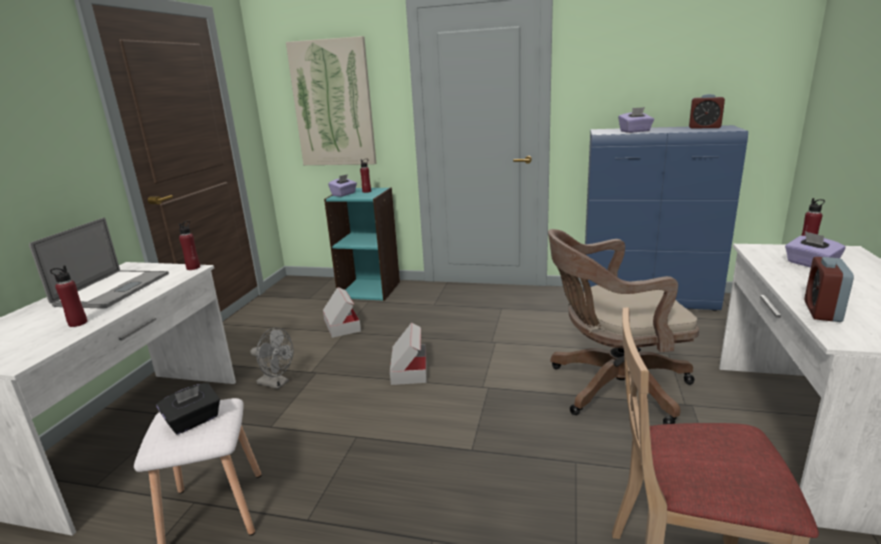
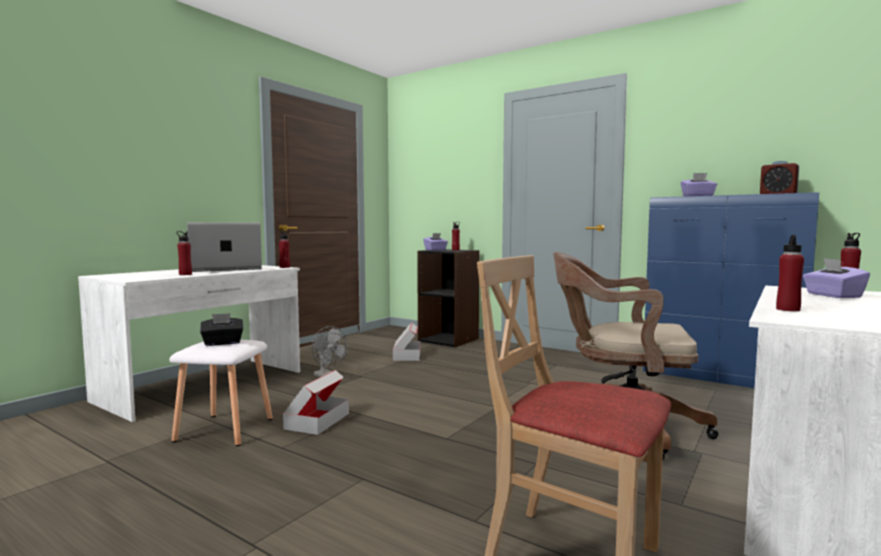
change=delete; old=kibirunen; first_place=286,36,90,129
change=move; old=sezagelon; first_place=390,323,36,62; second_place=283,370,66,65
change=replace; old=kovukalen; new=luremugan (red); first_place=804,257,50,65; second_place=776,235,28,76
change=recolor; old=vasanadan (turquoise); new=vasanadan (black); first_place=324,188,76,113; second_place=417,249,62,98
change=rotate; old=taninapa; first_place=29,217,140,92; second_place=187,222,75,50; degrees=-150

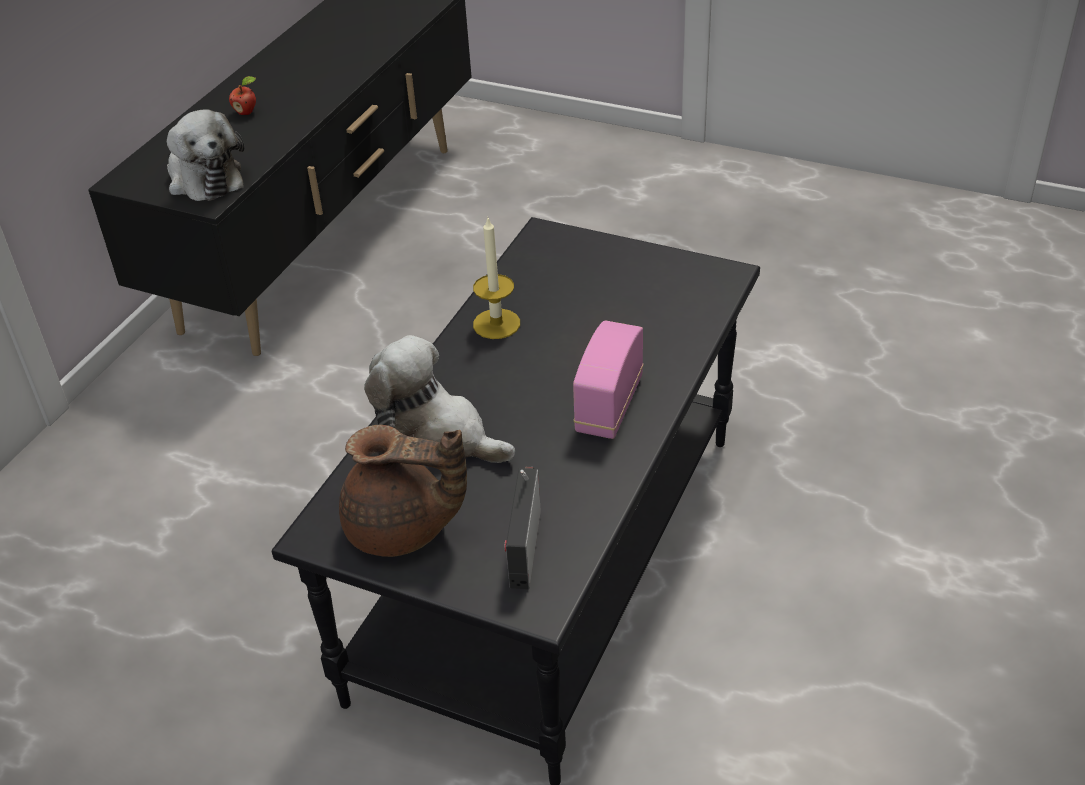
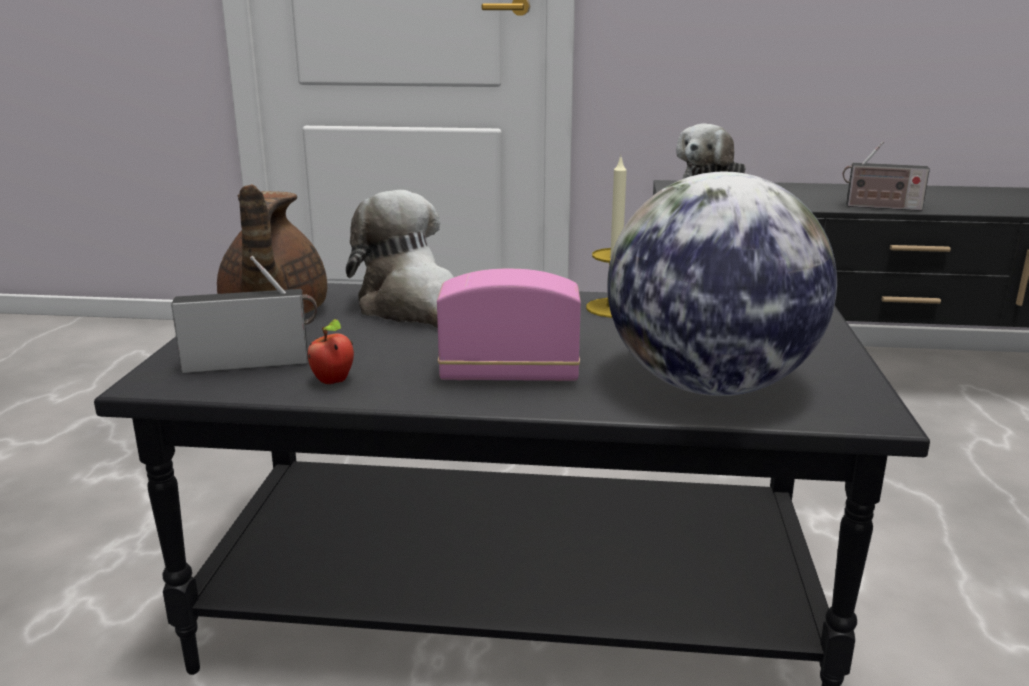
change=insert; new=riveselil; second_place=607,172,230,224
change=insert; new=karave; second_place=843,141,87,70
change=move; old=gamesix; first_place=229,76,27,39; second_place=308,319,46,65
change=rotate; old=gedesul; first_place=364,335,151,128; second_place=346,190,108,139; degrees=-45

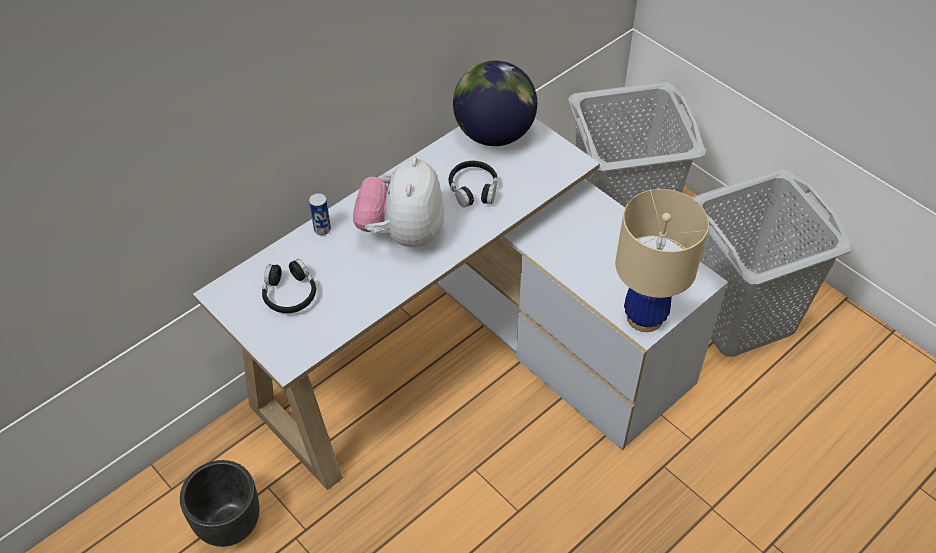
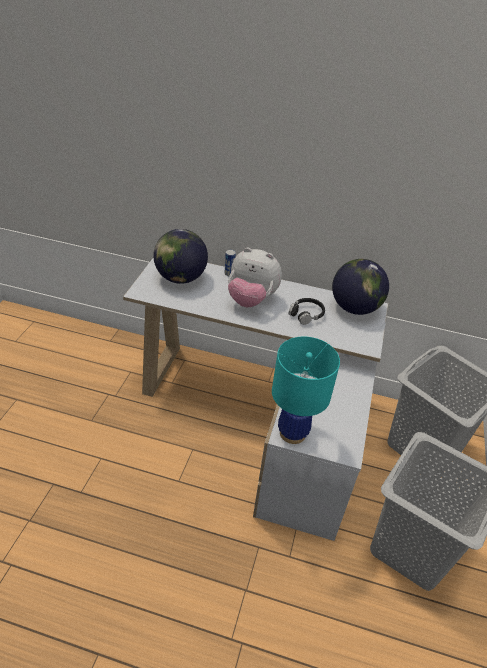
change=delete; old=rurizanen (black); first_place=180,460,80,87
change=replace; old=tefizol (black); new=riveselil; first_place=262,259,54,54; second_place=153,229,55,55
change=recolor; old=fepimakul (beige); new=fepimakul (turquoise); first_place=615,189,94,143; second_place=272,337,68,107
change=rotate; old=gedesul; first_place=353,157,91,90; second_place=228,247,54,60; degrees=-135

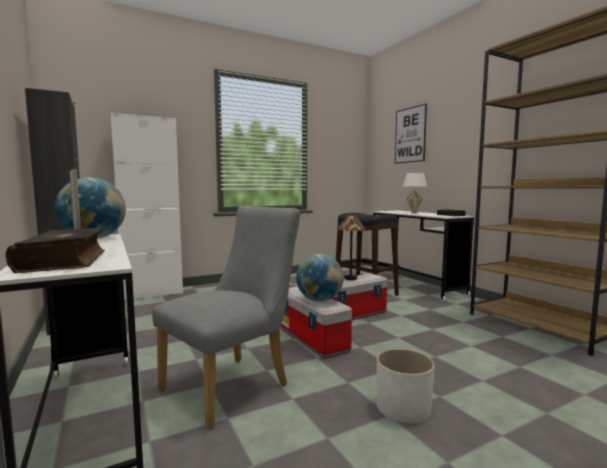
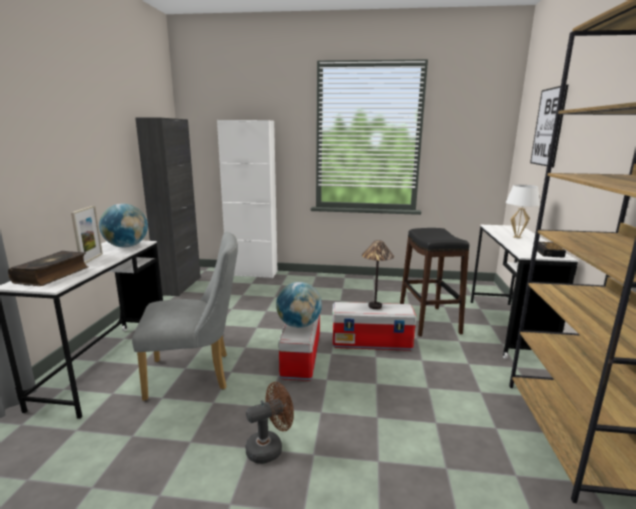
change=replace; old=rurizanen (white); new=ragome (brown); first_place=377,349,57,75; second_place=245,382,49,82

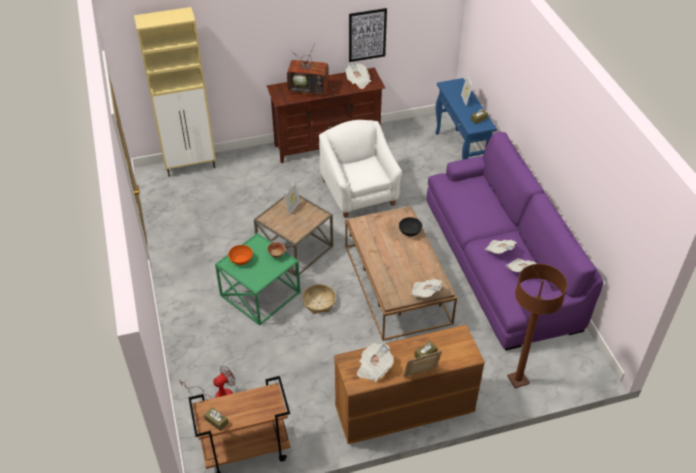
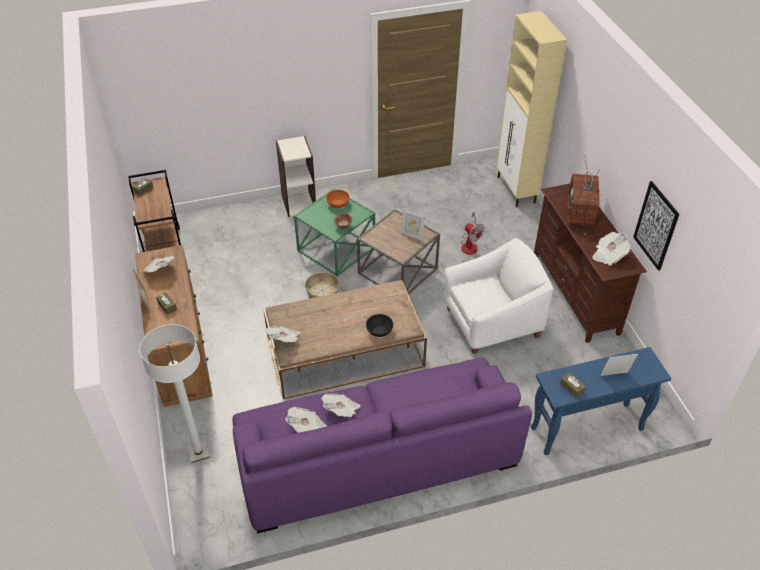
change=insert; new=vasanadan; second_place=276,136,40,81
change=move; old=ragome; first_place=179,366,57,35; second_place=461,212,23,43
change=recolor; old=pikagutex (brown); new=pikagutex (white); first_place=507,264,60,124; second_place=139,324,71,139

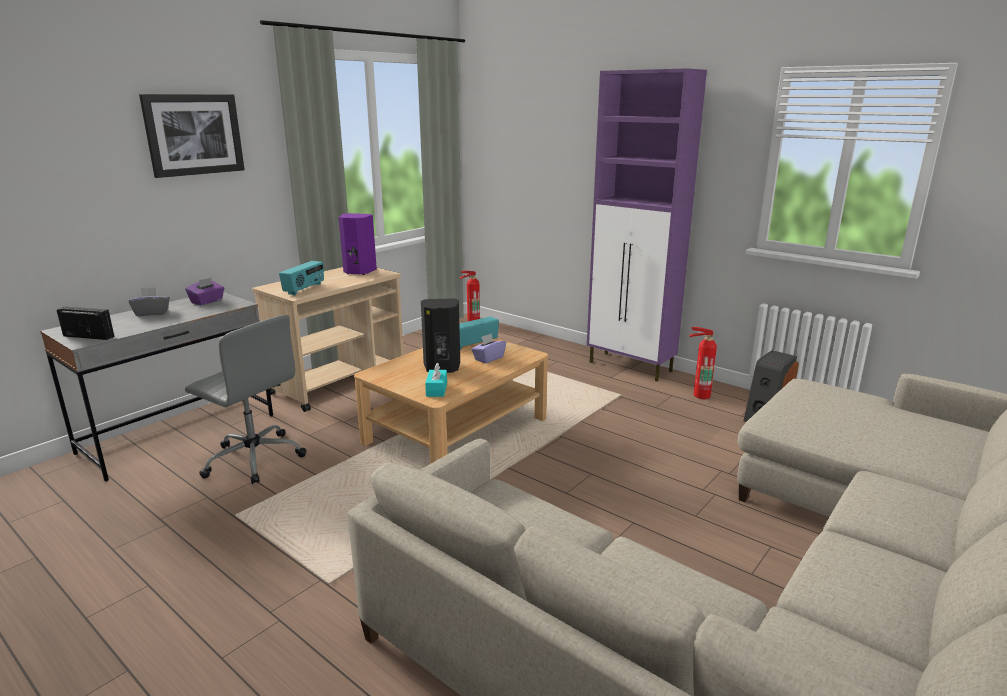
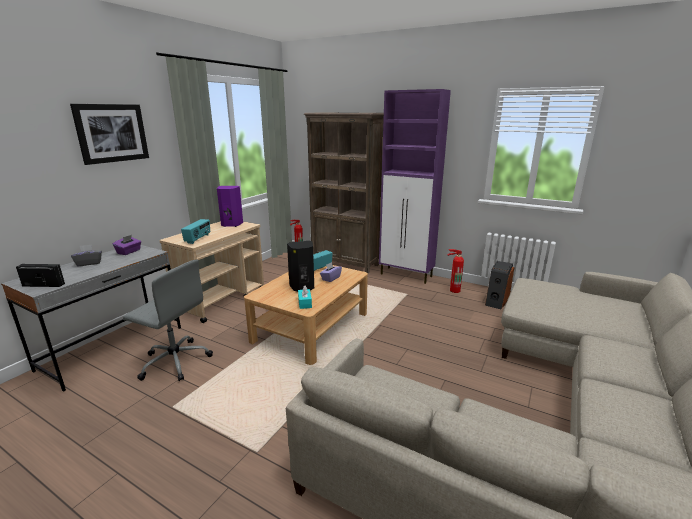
change=insert; new=vasanadan (brown); second_place=304,113,80,160

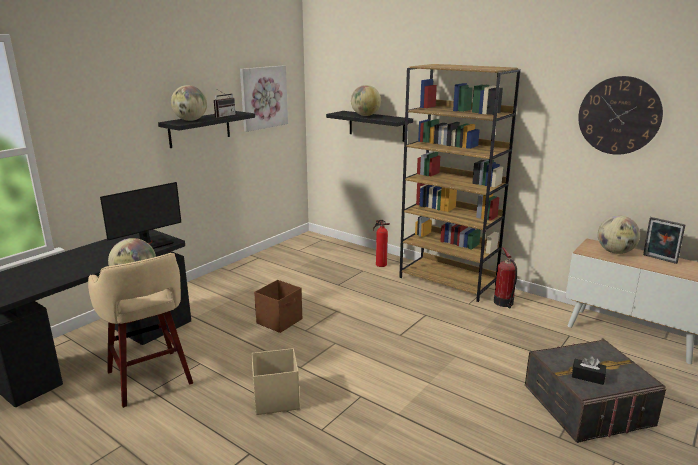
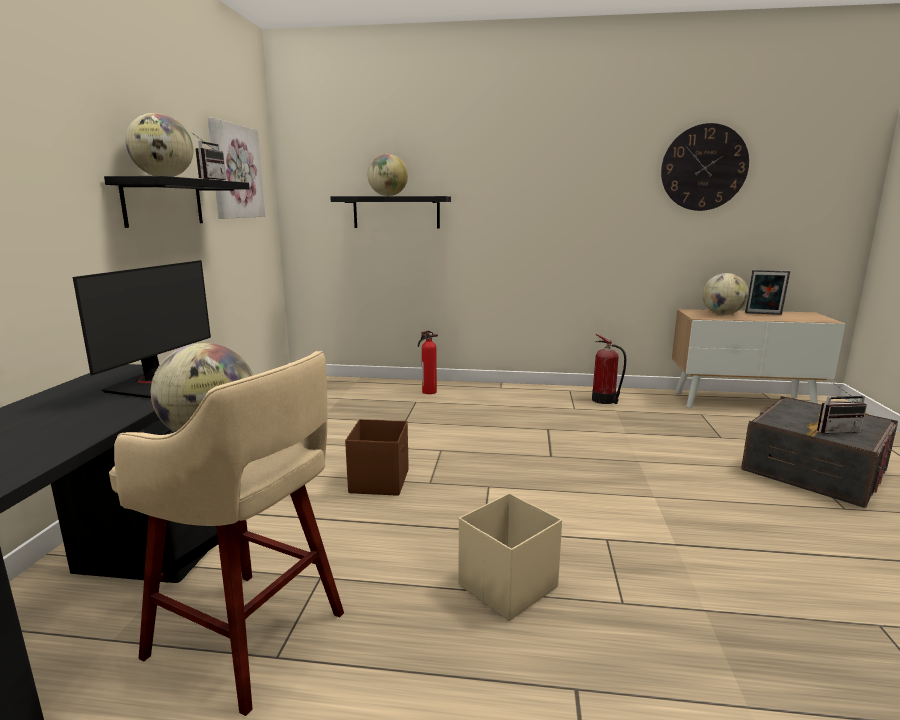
change=delete; old=vasanadan (brown); first_place=399,64,122,238
change=replace; old=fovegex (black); new=karave; first_place=572,356,34,29; second_place=817,382,50,52

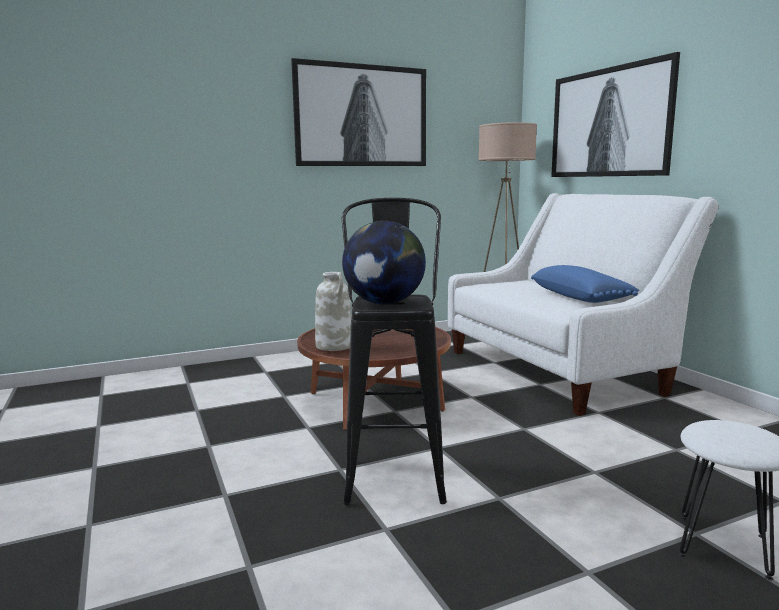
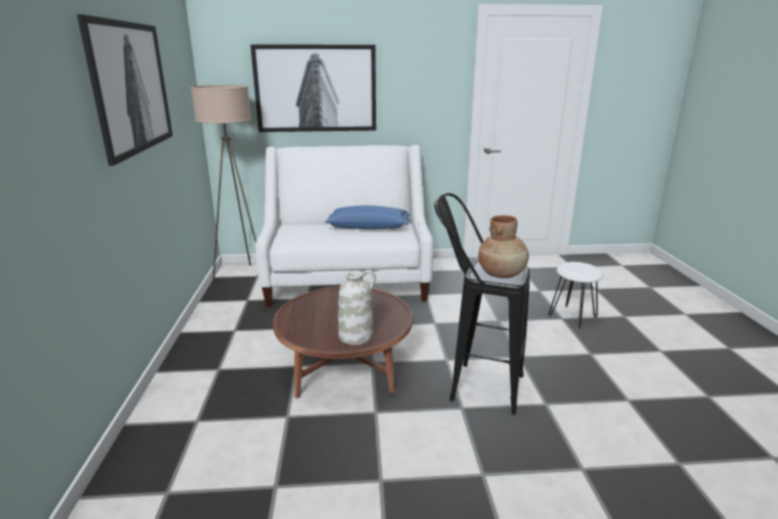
change=replace; old=riveselil; new=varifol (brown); first_place=342,221,84,83; second_place=478,215,51,63

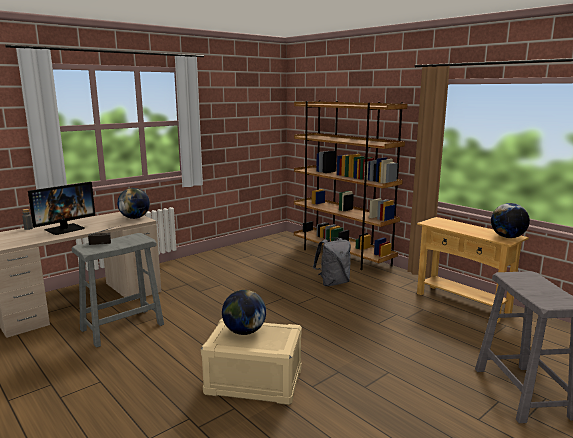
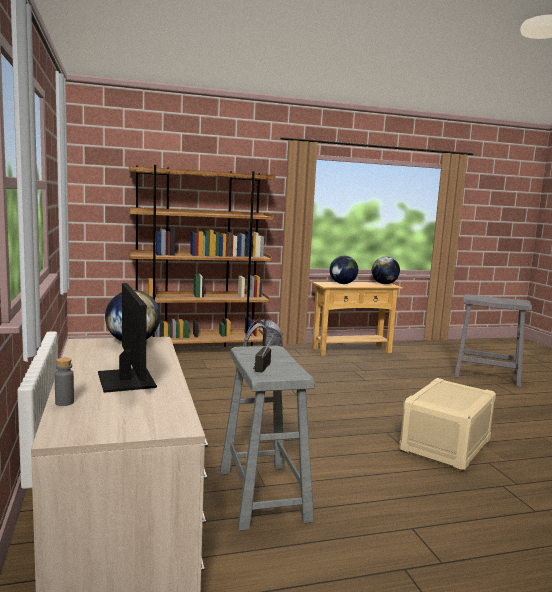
change=move; old=riveselil; first_place=222,290,44,45; second_place=330,256,28,28

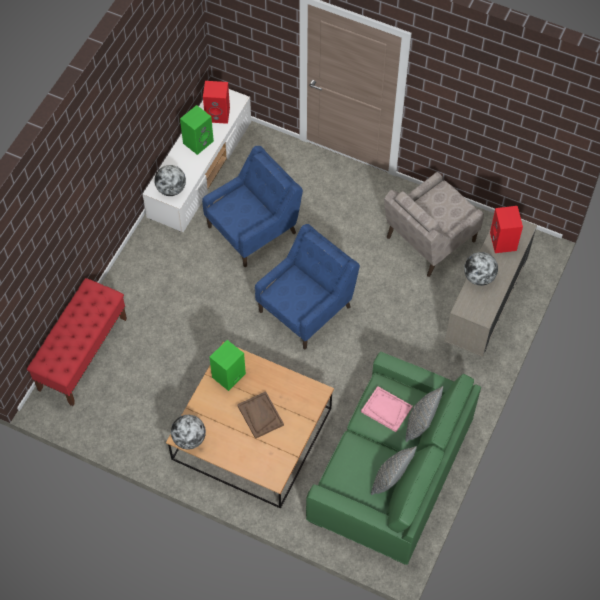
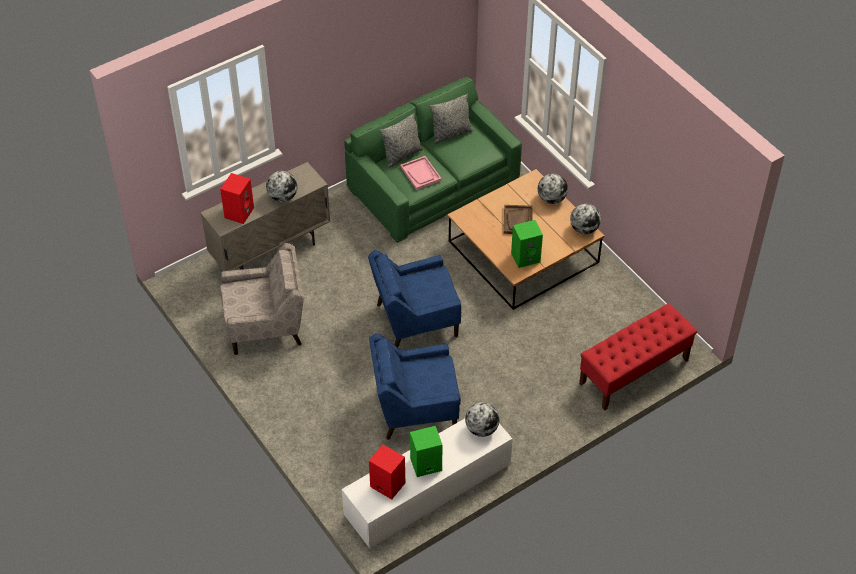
change=insert; new=riveselil; second_place=538,174,30,30

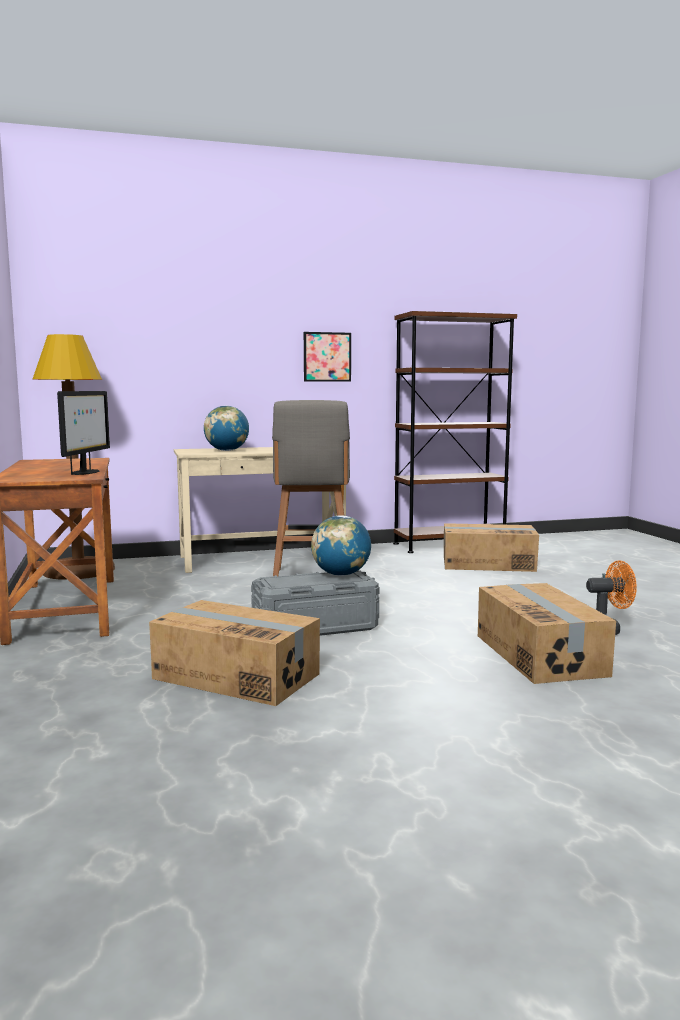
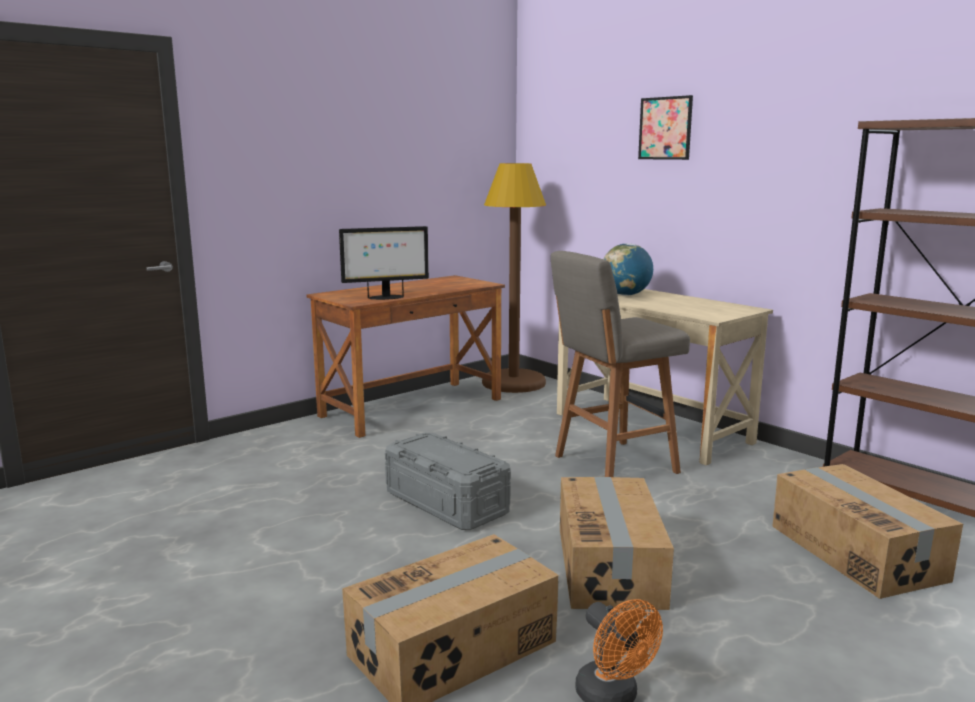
change=delete; old=riveselil; first_place=311,515,60,61
change=move; old=sezagelon; first_place=149,600,171,106; second_place=560,477,114,133
change=move; old=kibirunen; first_place=304,332,47,50; second_place=638,95,55,65

